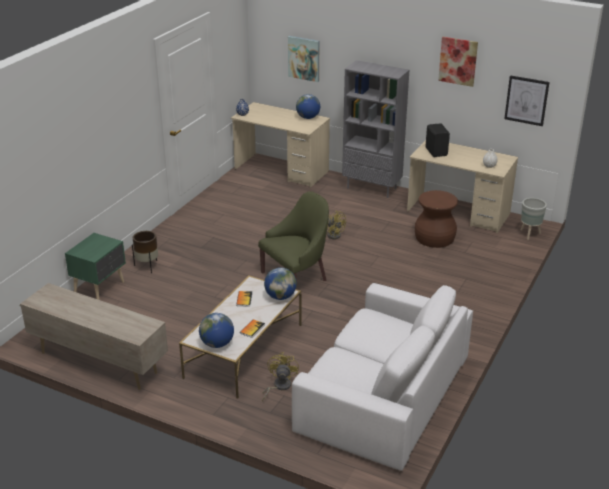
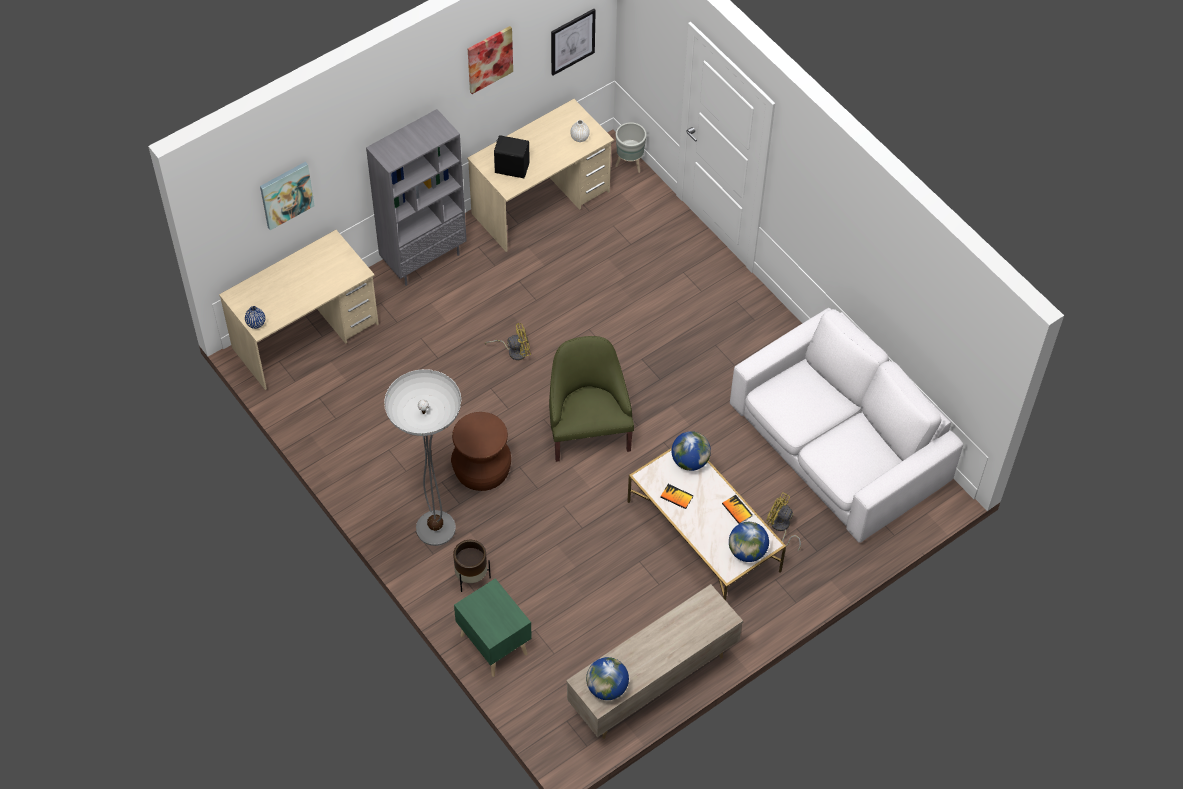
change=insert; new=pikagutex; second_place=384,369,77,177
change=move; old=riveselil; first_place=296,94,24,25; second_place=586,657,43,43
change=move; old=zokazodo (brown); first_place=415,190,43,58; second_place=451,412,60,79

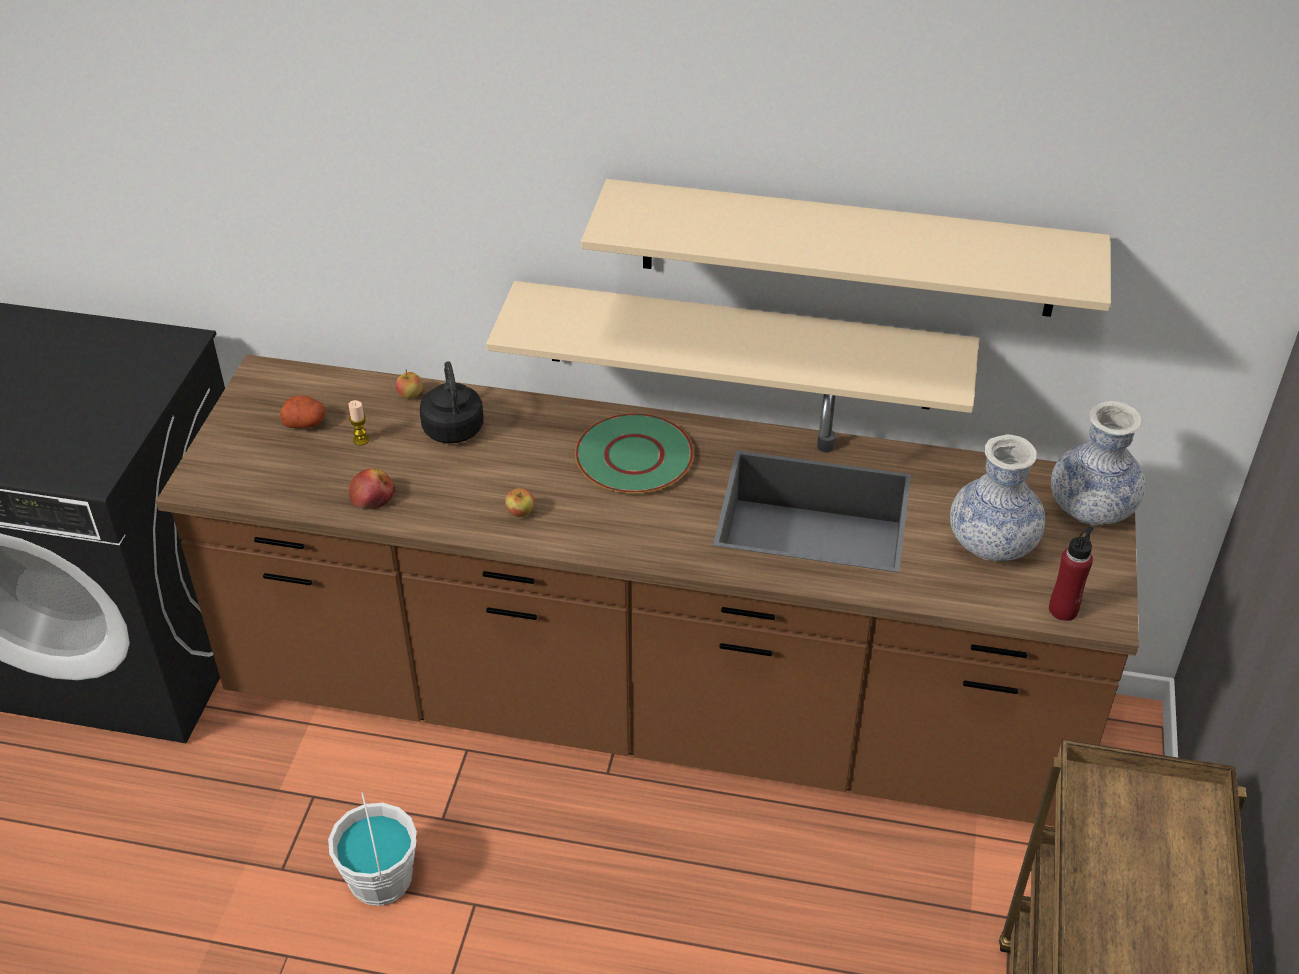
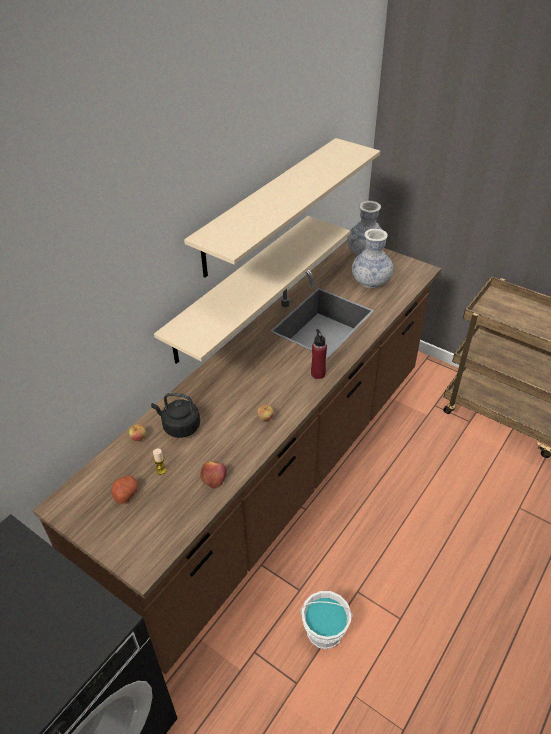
change=delete; old=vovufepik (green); first_place=575,413,119,81
change=move; old=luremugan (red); first_place=1049,526,45,95; second_place=311,329,16,50

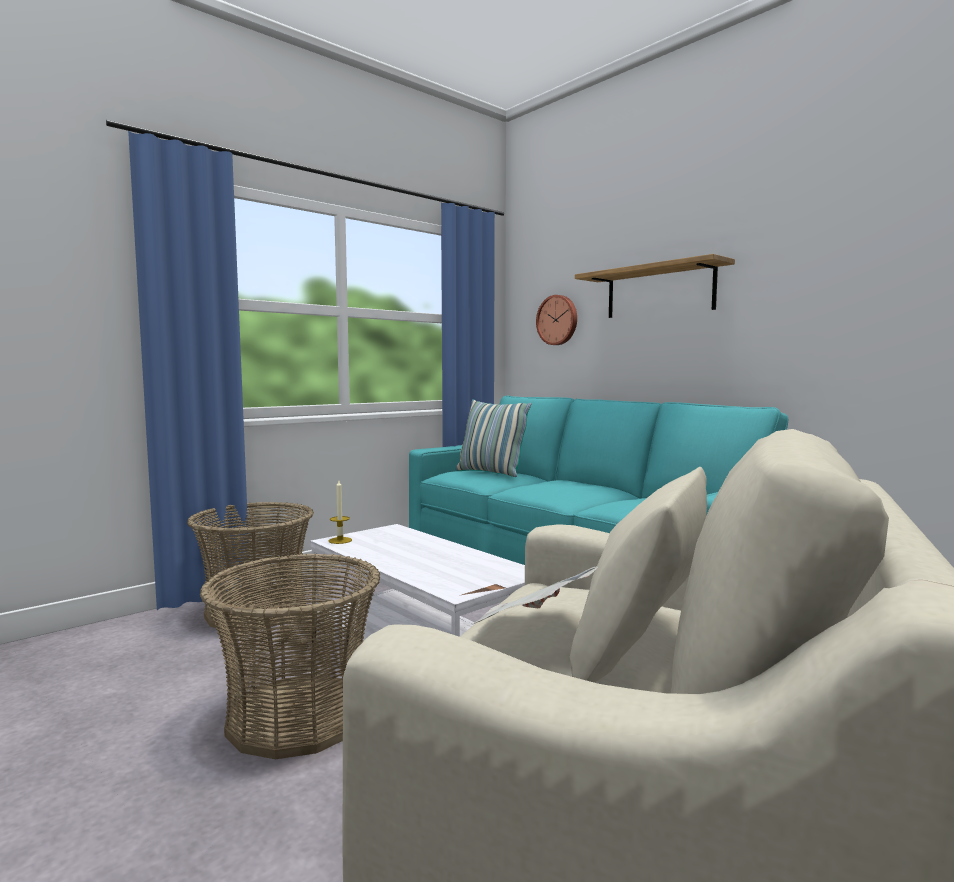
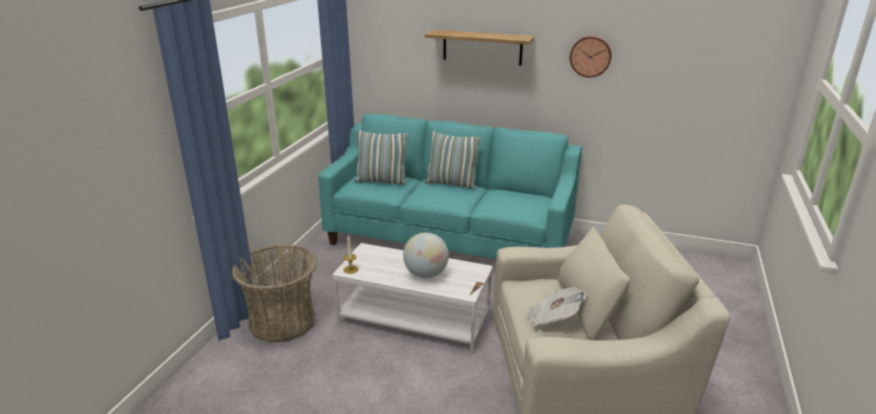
change=delete; old=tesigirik; first_place=200,553,180,206
change=insert; new=riveselil; second_place=403,232,46,46
change=insert; new=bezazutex; second_place=425,130,57,60
change=move; old=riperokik; first_place=536,295,41,50; second_place=570,36,42,42

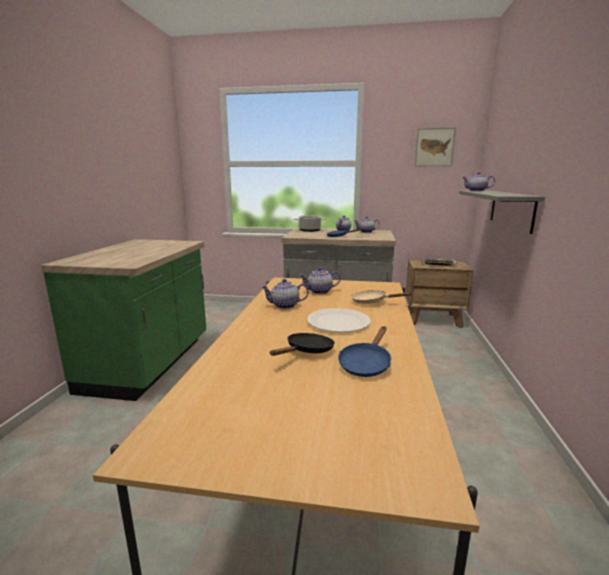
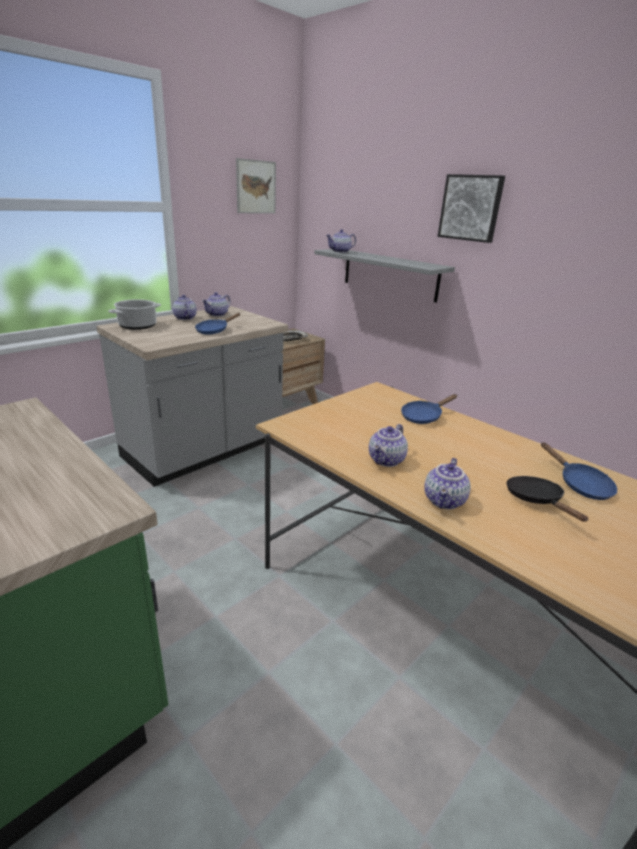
change=delete; old=vovufepik (white); first_place=307,308,64,24
change=insert; new=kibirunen; second_place=438,174,67,69
change=move; old=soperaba; first_place=299,267,41,27; second_place=424,458,47,51
change=recolor; old=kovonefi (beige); new=kovonefi (blue); first_place=351,290,62,14; second_place=401,394,56,30

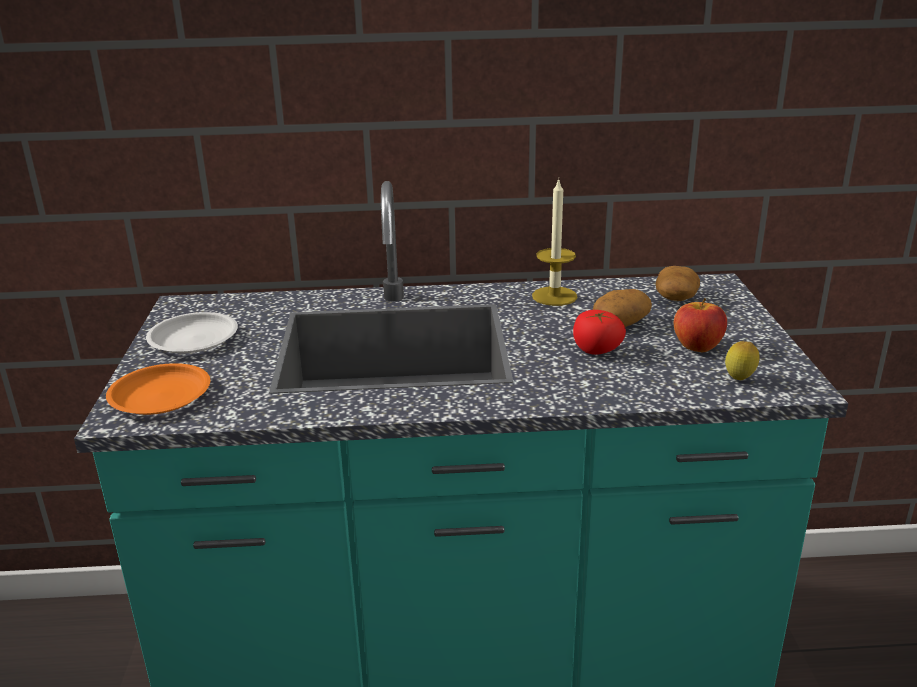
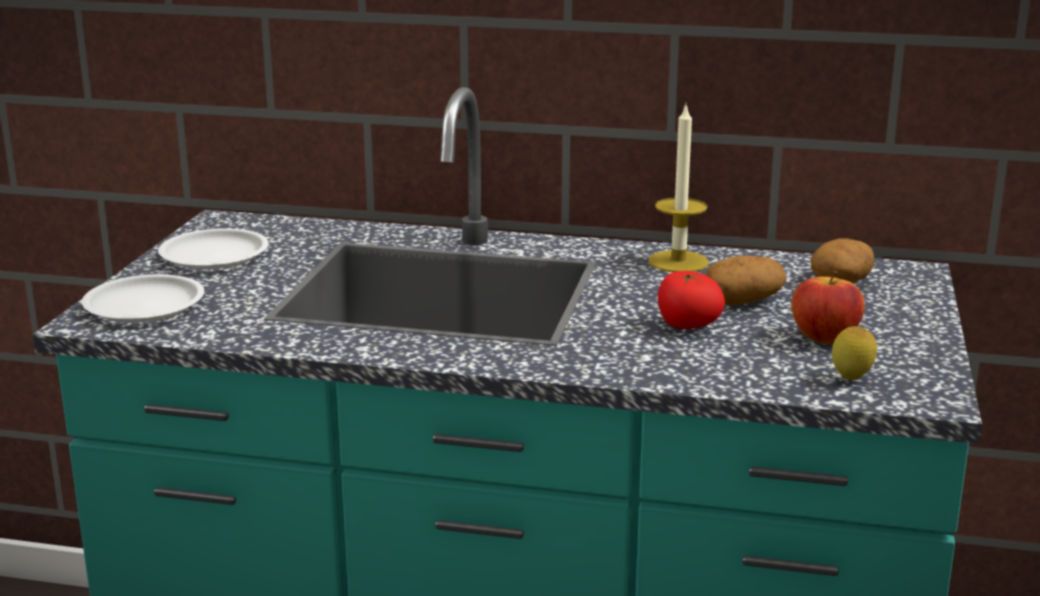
change=recolor; old=vovufepik (orange); new=vovufepik (white); first_place=106,363,104,52; second_place=82,274,122,49

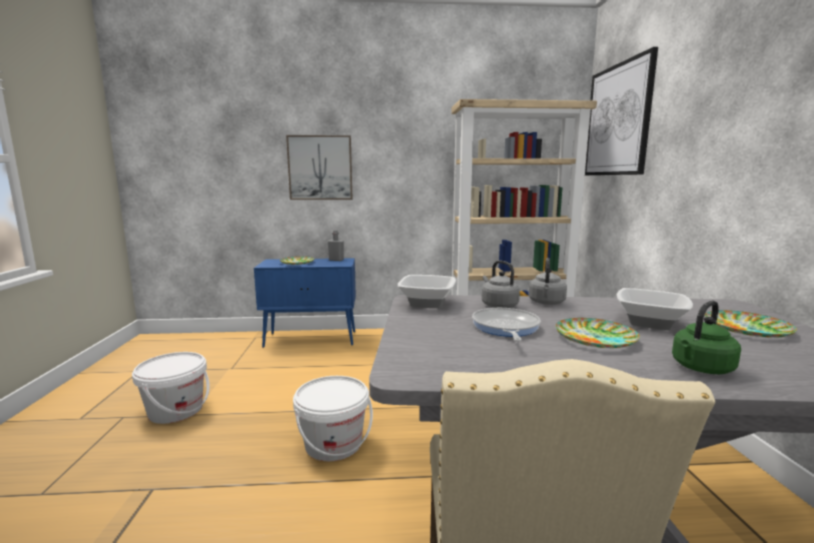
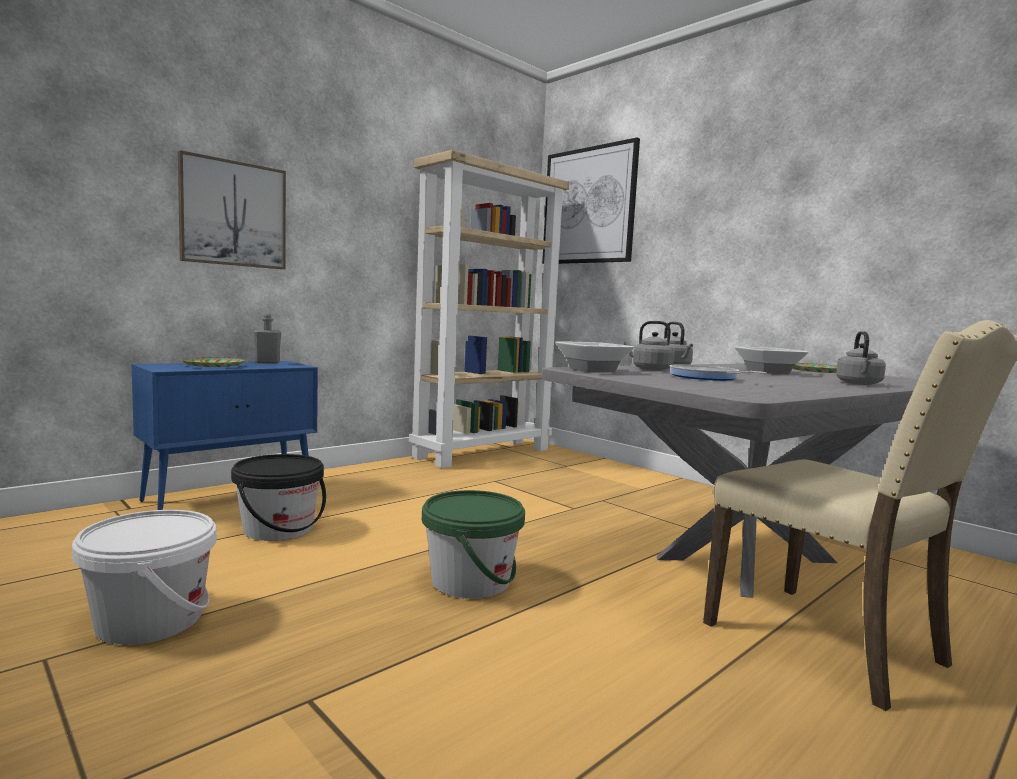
change=delete; old=vovufepik; first_place=556,318,84,30
change=insert; new=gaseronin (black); second_place=231,454,95,87
change=recolor; old=gaseronin (white); new=gaseronin (green); first_place=293,376,80,85; second_place=422,490,103,109
change=recolor; old=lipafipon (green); new=lipafipon (grey); first_place=672,301,69,73; second_place=836,331,50,54

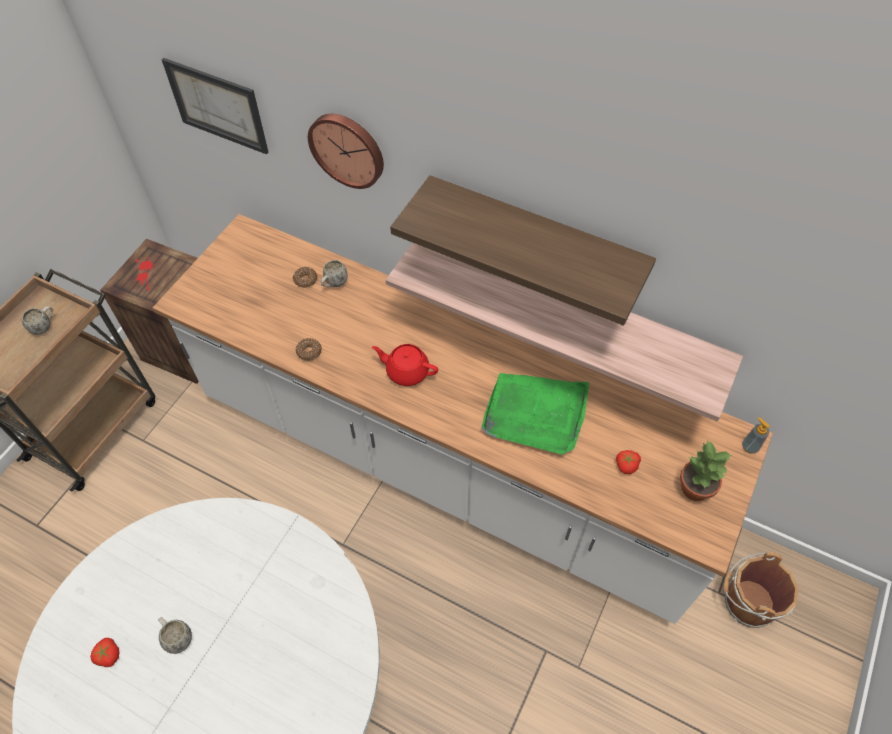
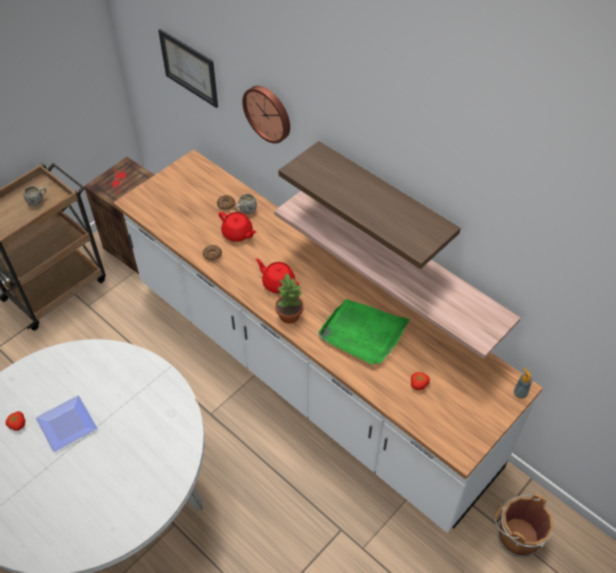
change=insert; new=soperaba (red); second_place=219,212,38,30
change=move; old=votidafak; first_place=680,439,52,62; second_place=275,273,28,51
change=replace; old=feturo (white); new=vovufepik; first_place=158,617,34,37; second_place=36,395,61,57

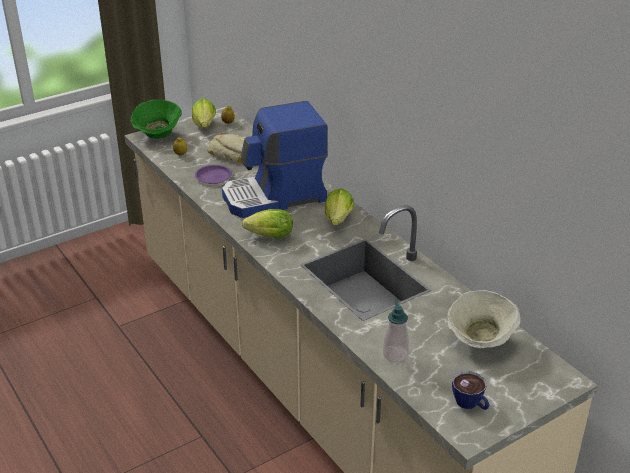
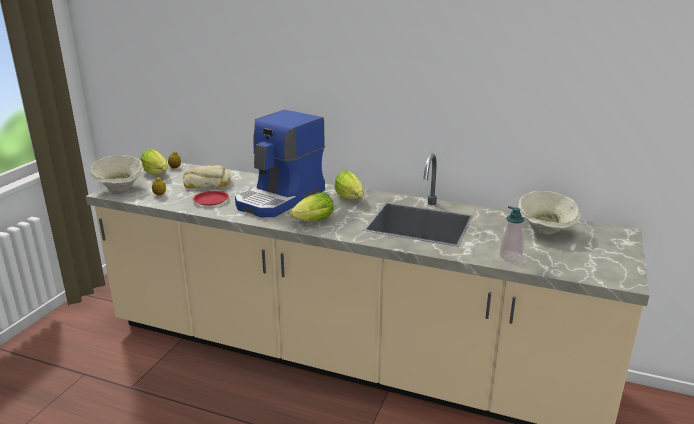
change=delete; old=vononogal; first_place=452,371,37,39
change=recolor; old=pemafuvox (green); new=pemafuvox (beige); first_place=131,100,51,39; second_place=90,155,54,36
change=recolor; old=vovufepik (purple); new=vovufepik (red); first_place=195,165,37,19; second_place=193,191,36,15

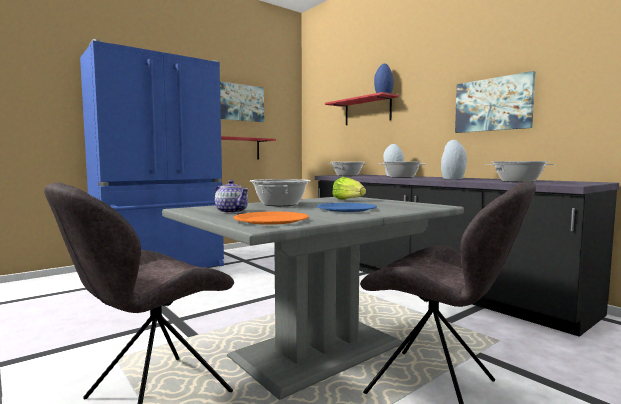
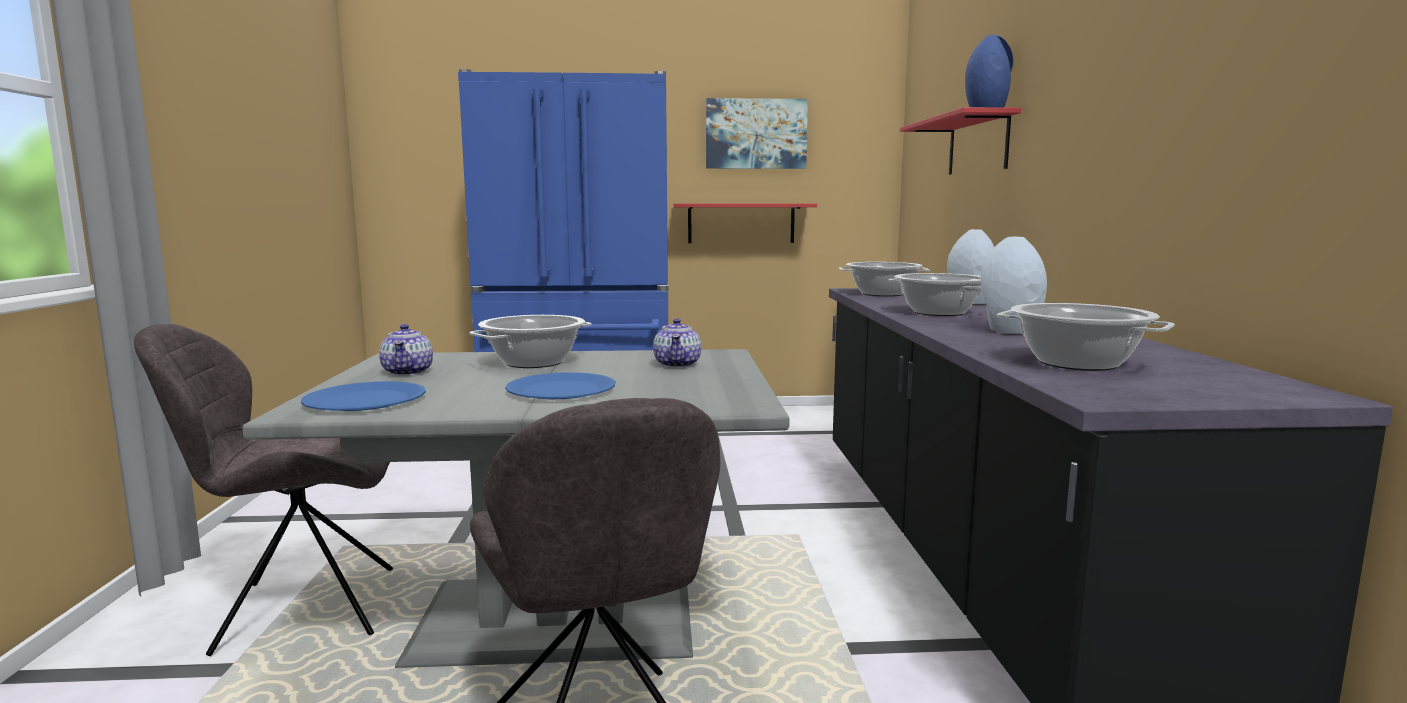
change=delete; old=kibirunen; first_place=455,71,80,62
change=replace; old=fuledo; new=soperaba; first_place=332,177,34,23; second_place=653,318,48,50
change=recolor; old=vovufepik (orange); new=vovufepik (blue); first_place=233,212,76,13; second_place=301,381,125,30

